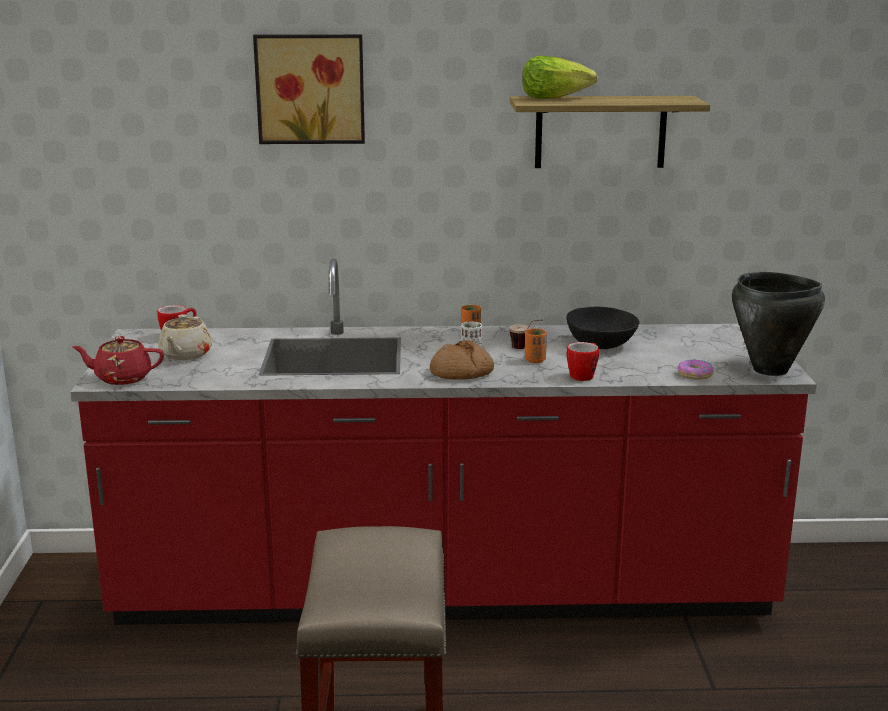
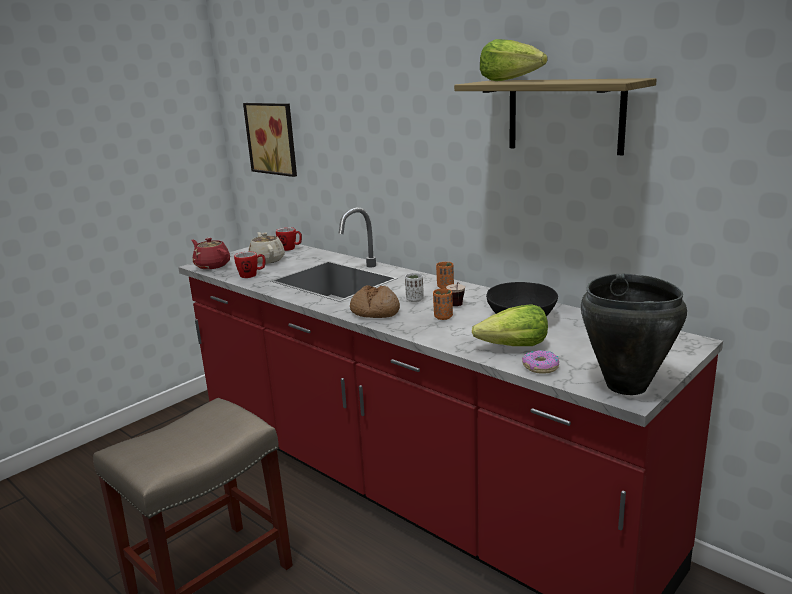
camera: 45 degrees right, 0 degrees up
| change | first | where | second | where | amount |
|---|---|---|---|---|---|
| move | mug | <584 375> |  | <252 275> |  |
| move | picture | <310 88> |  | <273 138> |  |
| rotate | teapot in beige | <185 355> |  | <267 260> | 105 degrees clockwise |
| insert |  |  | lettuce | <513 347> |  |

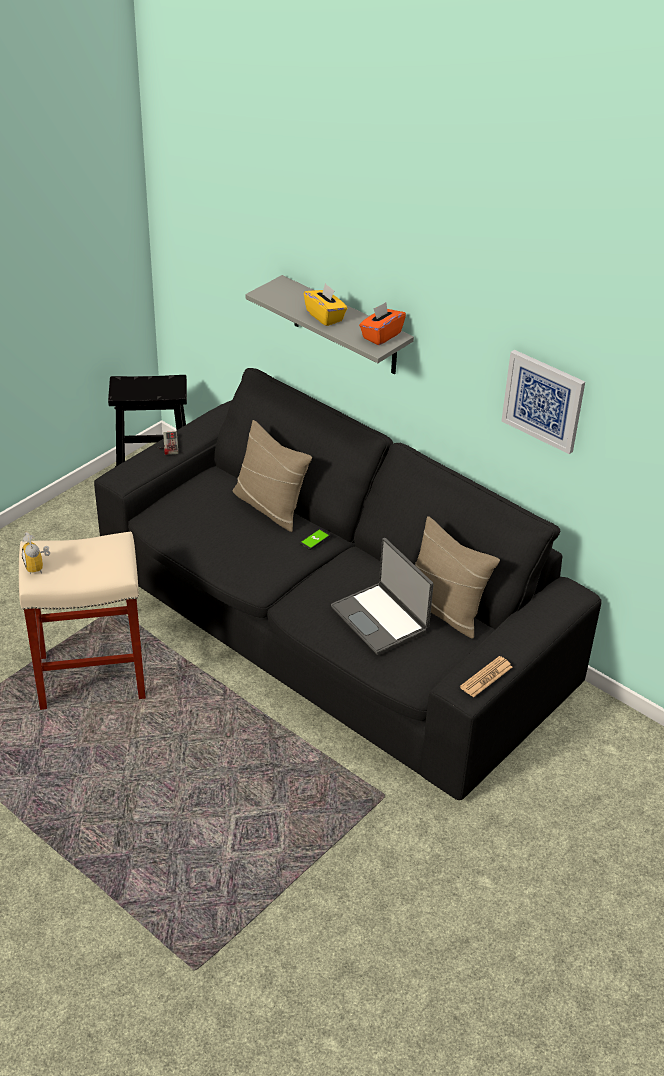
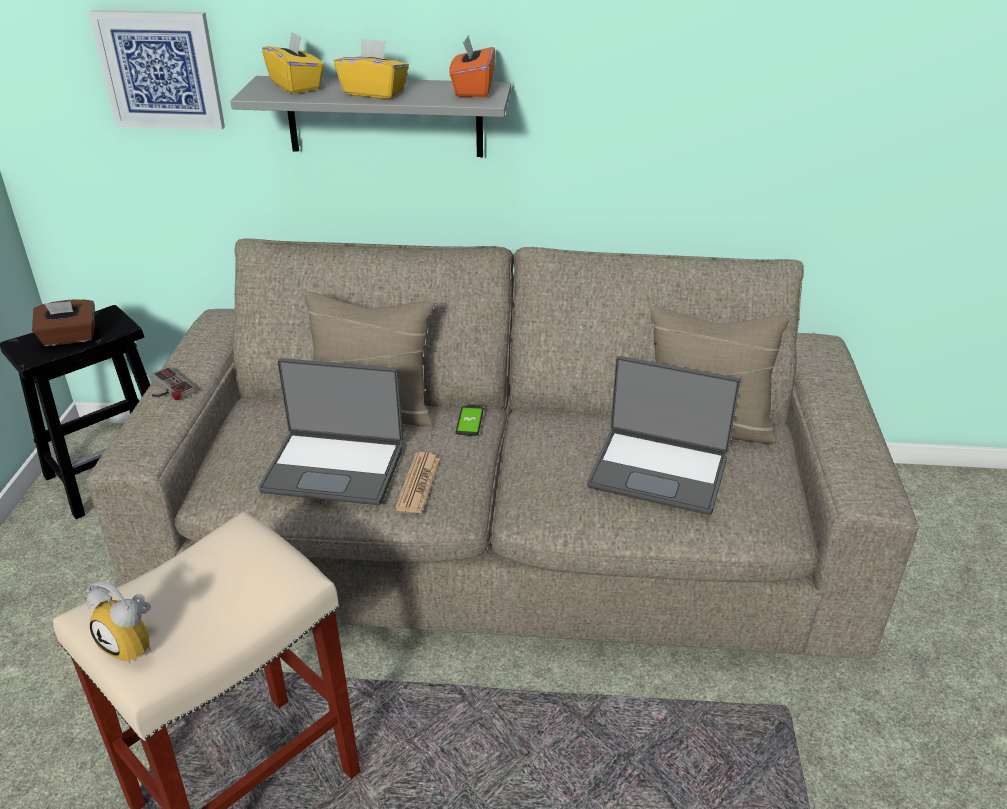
camera: 35 degrees left, 5 degrees down
| change | first | where | second | where | amount |
|---|---|---|---|---|---|
| insert |  |  | tissue box in brown | <70 338> |  |
| recolor | sofa in black | <329 626> | sofa in beige | <503 539> |  |
| move | picture | <543 400> |  | <160 70> |  |
| insert |  |  | laptop | <334 468> |  |
| insert |  |  | tissue box in yellow | <296 86> |  |
| move | newspaper | <486 677> |  | <418 484> |  |

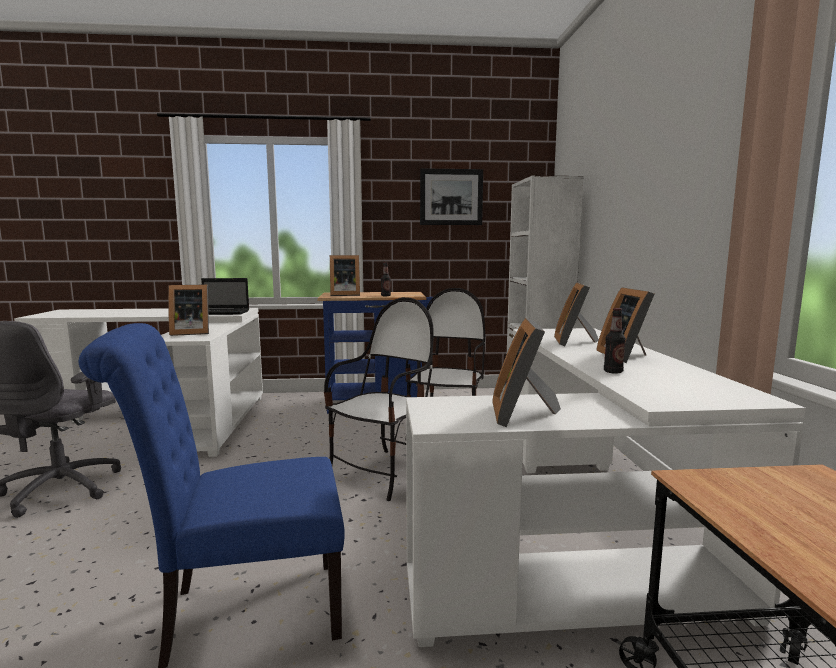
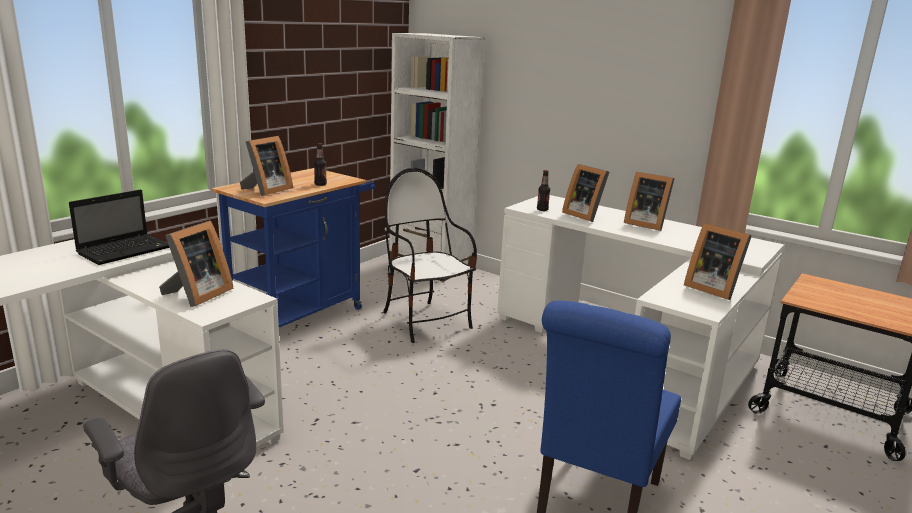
camera: 50 degrees left, 10 degrees up
| change | first | where | second | where | amount |
|---|---|---|---|---|---|
| move | bottle | <613 372> |  | <542 210> |  |
| delete | chair | <383 473> |  |  |  |
| delete | picture | <451 197> |  |  |  |

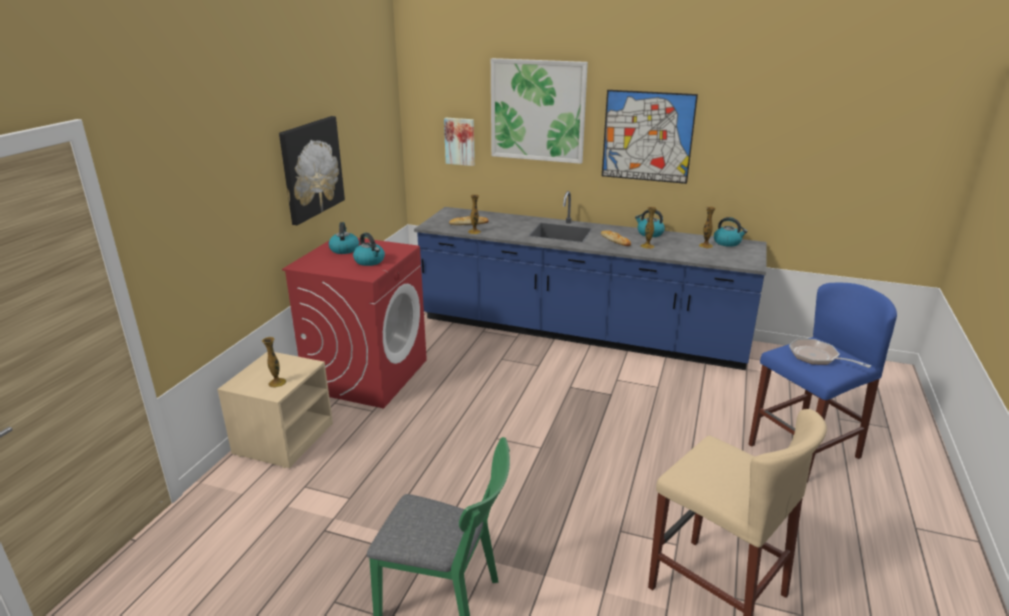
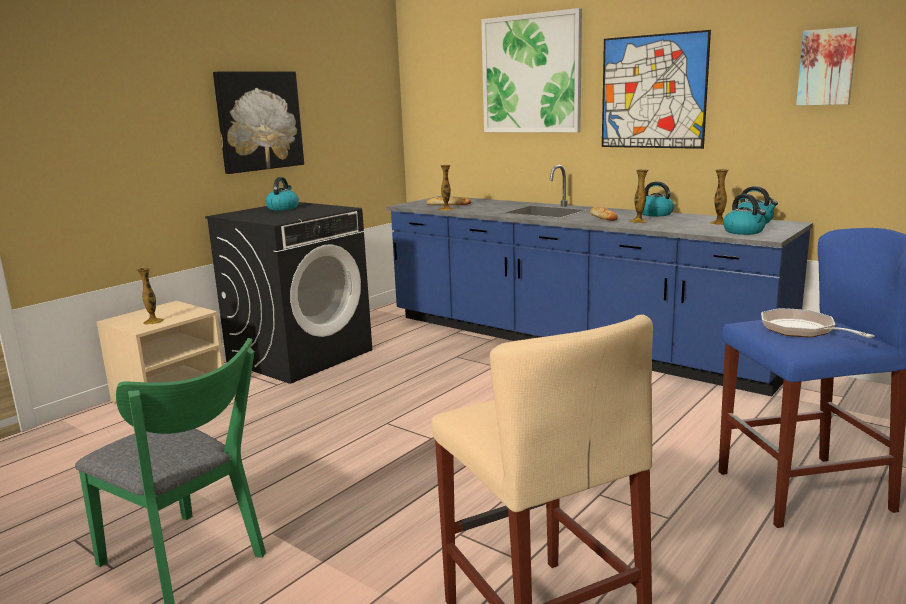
camera: 20 degrees right, 10 degrees down
| change | first | where | second | where | amount |
|---|---|---|---|---|---|
| recolor | washing machine in red | <367 375> | washing machine in black | <300 356> |  |
| move | kettle | <370 261> |  | <744 231> |  |
| move | picture | <460 141> |  | <827 67> |  |

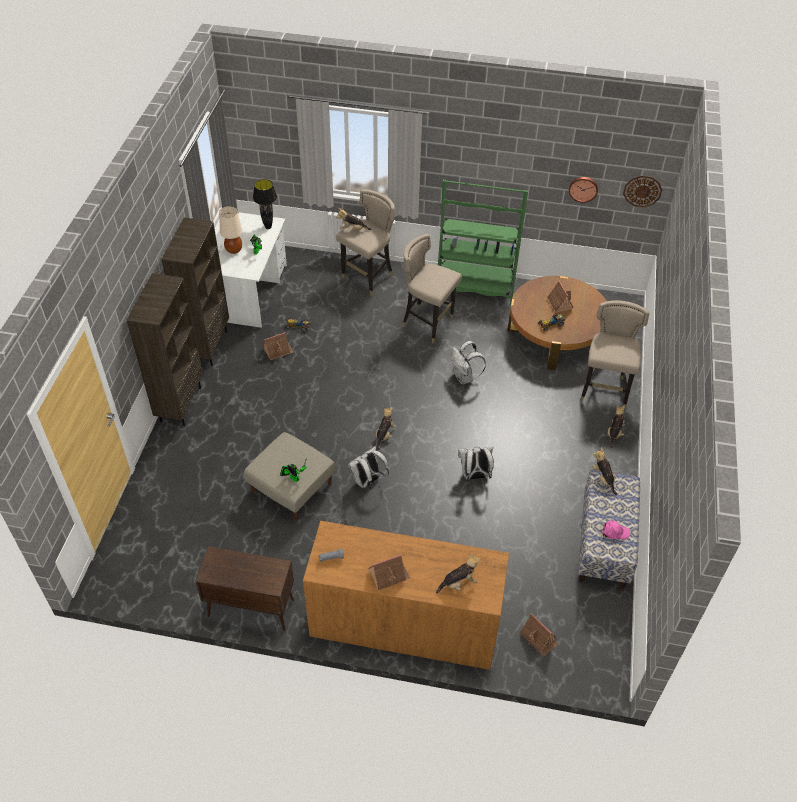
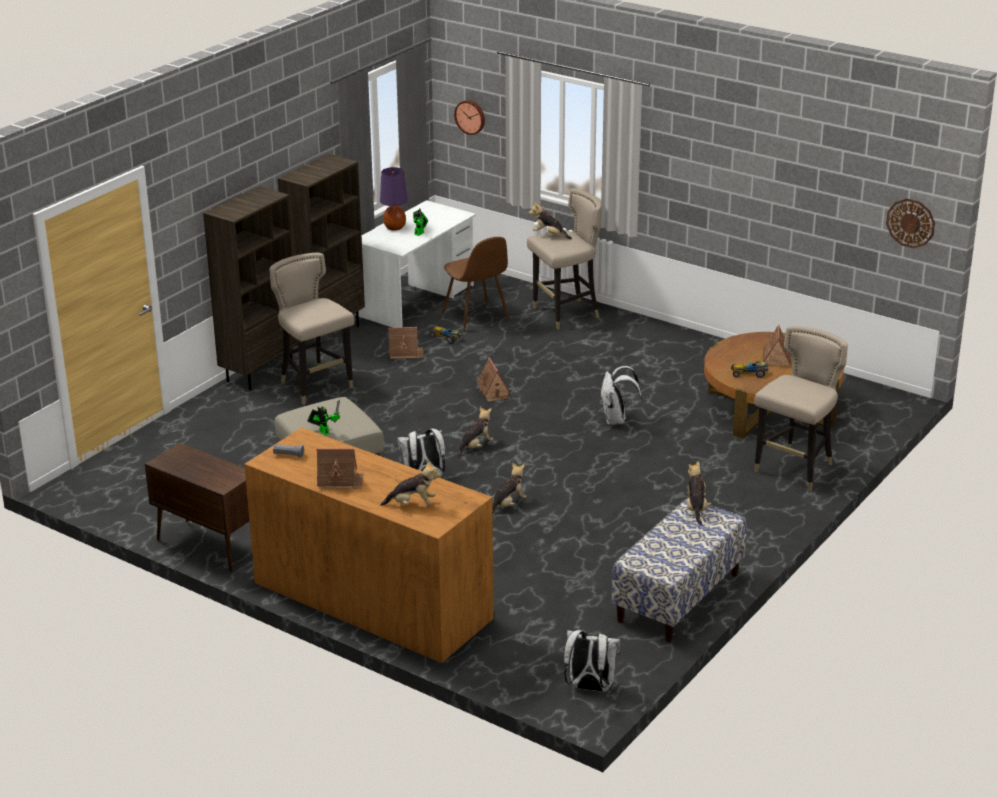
camera: 25 degrees right, 20 degrees down
| change | first | where | second | where | amount |
|---|---|---|---|---|---|
| move | stool in beige | <428 324> |  | <315 386> |  |
| recolor | table lamp in beige | <234 249> | table lamp in purple | <395 227> |  |
| insert |  |  | chair in brown | <476 318> |  |
| move | wall clock | <583 188> |  | <470 116> |  |
| move | toy house | <539 638> |  | <494 391> |  |
| move | plush toy | <614 433> |  | <508 505> |  |
| move | backpack in white | <474 476> |  | <589 687> |  |
| delete | table lamp in black | <268 227> |  |  |  |
| delete | bookcase in green | <475 287> |  |  |  |
| delete | cap in pink | <614 532> |  |  |  |

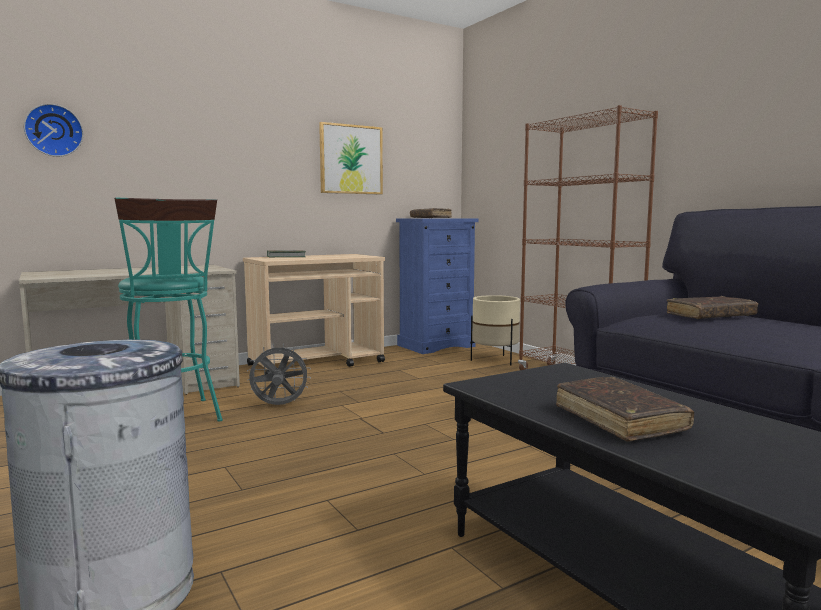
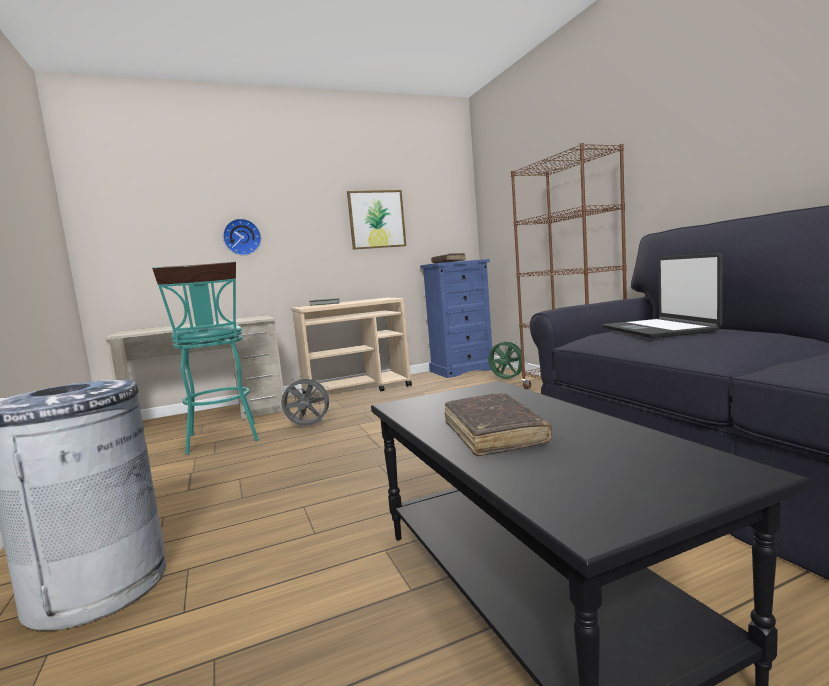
camera: 10 degrees right, 0 degrees up
| change | first | where | second | where | amount |
|---|---|---|---|---|---|
| move | wall clock | <54 130> |  | <242 237> |  |
| replace | planter in beige | <495 360> | fan in green | <506 380> |  |
| replace | book in brown | <710 316> | laptop | <658 330> |  |

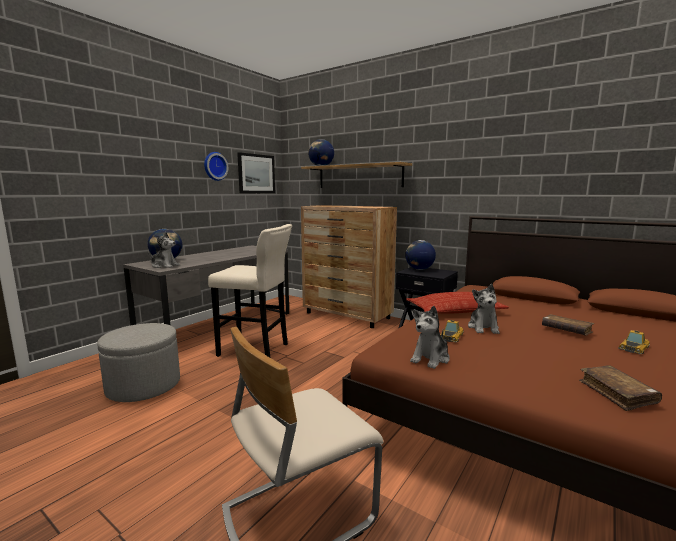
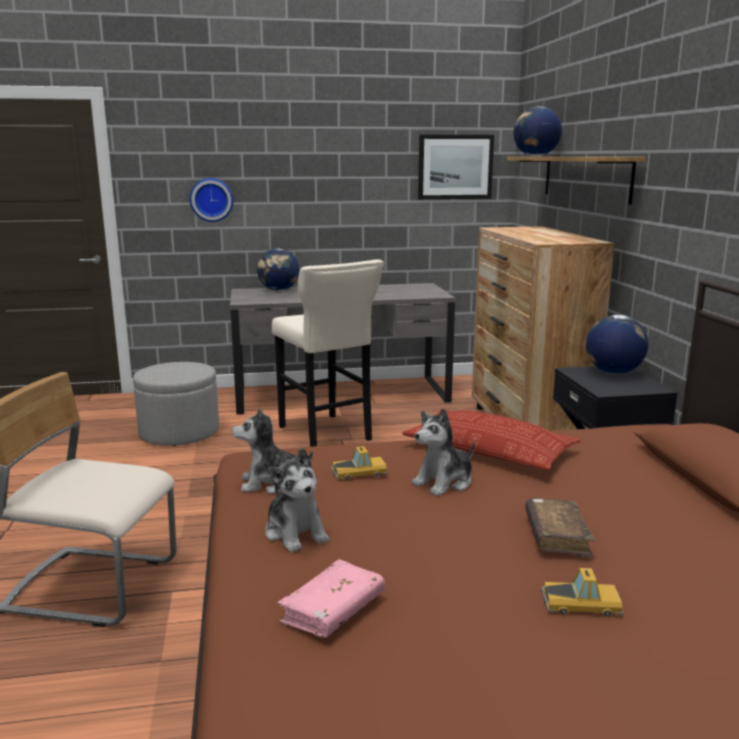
camera: 45 degrees right, 5 degrees up
| change | first | where | second | where | amount |
|---|---|---|---|---|---|
| move | wall clock | <214 166> |  | <211 199> |  |
| move | plush toy | <164 266> |  | <296 532> |  |
| recolor | book in brown | <617 393> | book in pink | <333 610> |  |

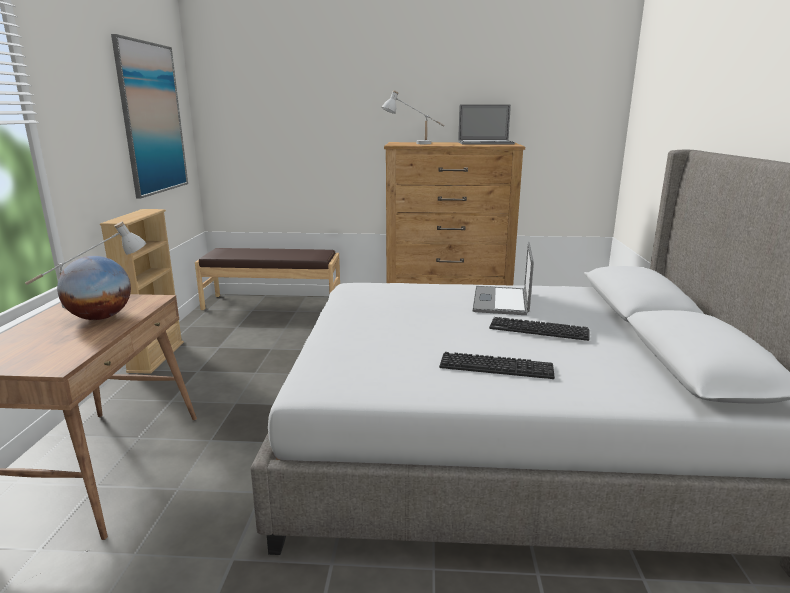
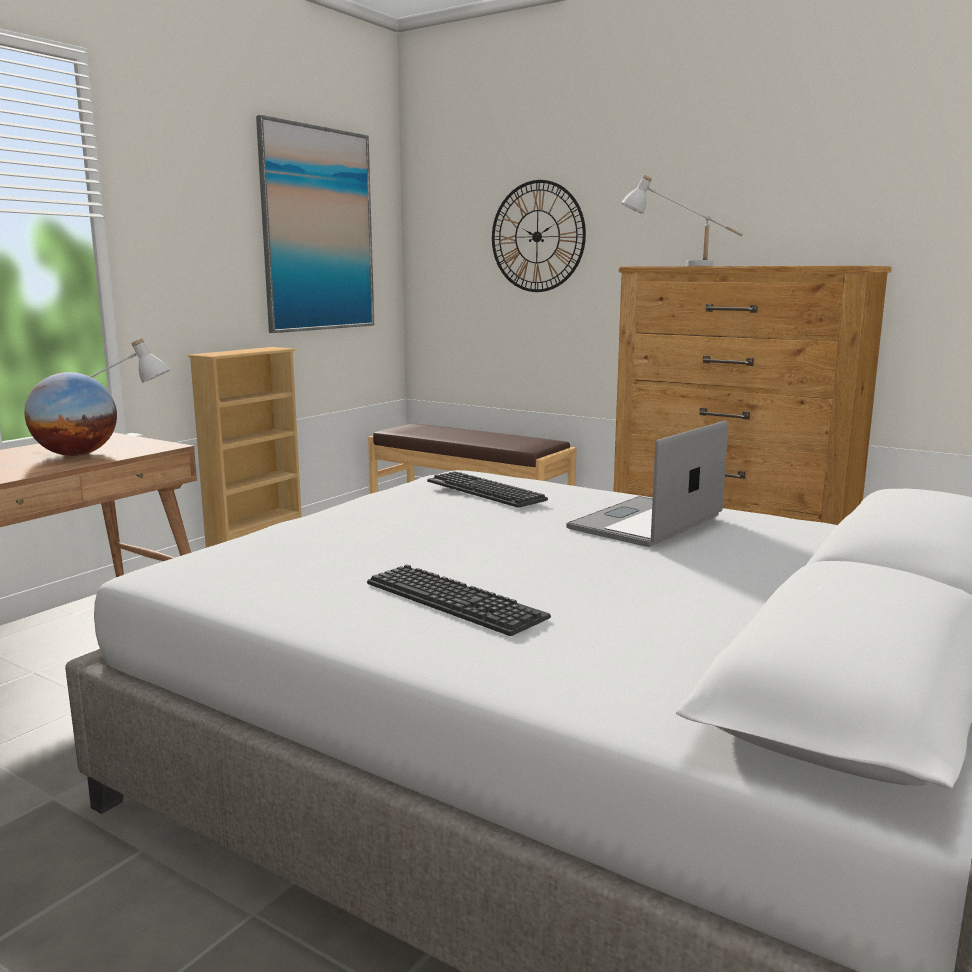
camera: 30 degrees right, 5 degrees down
| change | first | where | second | where | amount |
|---|---|---|---|---|---|
| move | keyboard | <538 330> |  | <485 491> |  |
| insert |  |  | wall clock | <537 236> |  |
| delete | laptop | <485 143> |  |  |  |

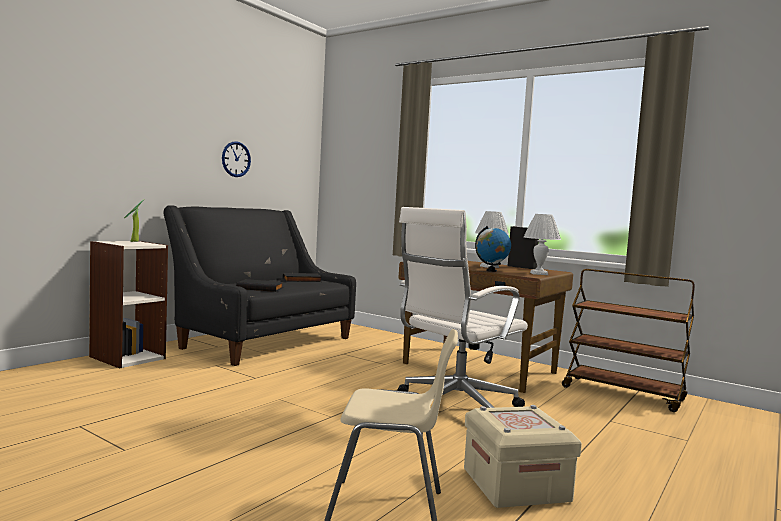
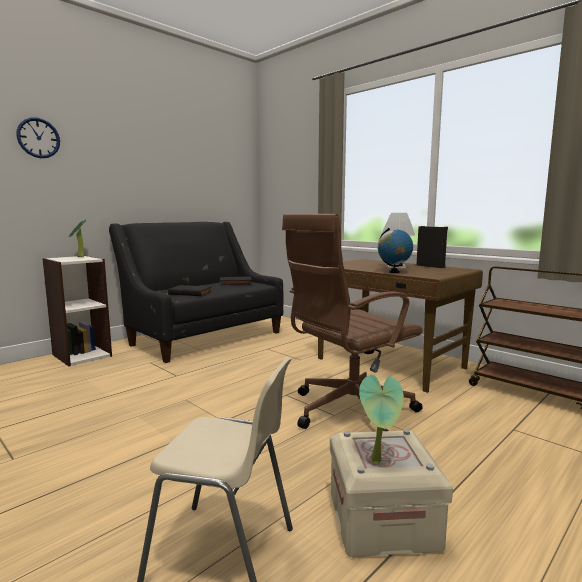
camera: 10 degrees right, 5 degrees up
| change | first | where | second | where | amount |
|---|---|---|---|---|---|
| move | wall clock | <236 159> |  | <38 138> |  |
| recolor | office chair in white | <454 408> | office chair in brown | <348 411> |  |
| insert |  |  | potted plant | <379 461> |  |
| delete | table lamp in white | <538 274> |  |  |  |

